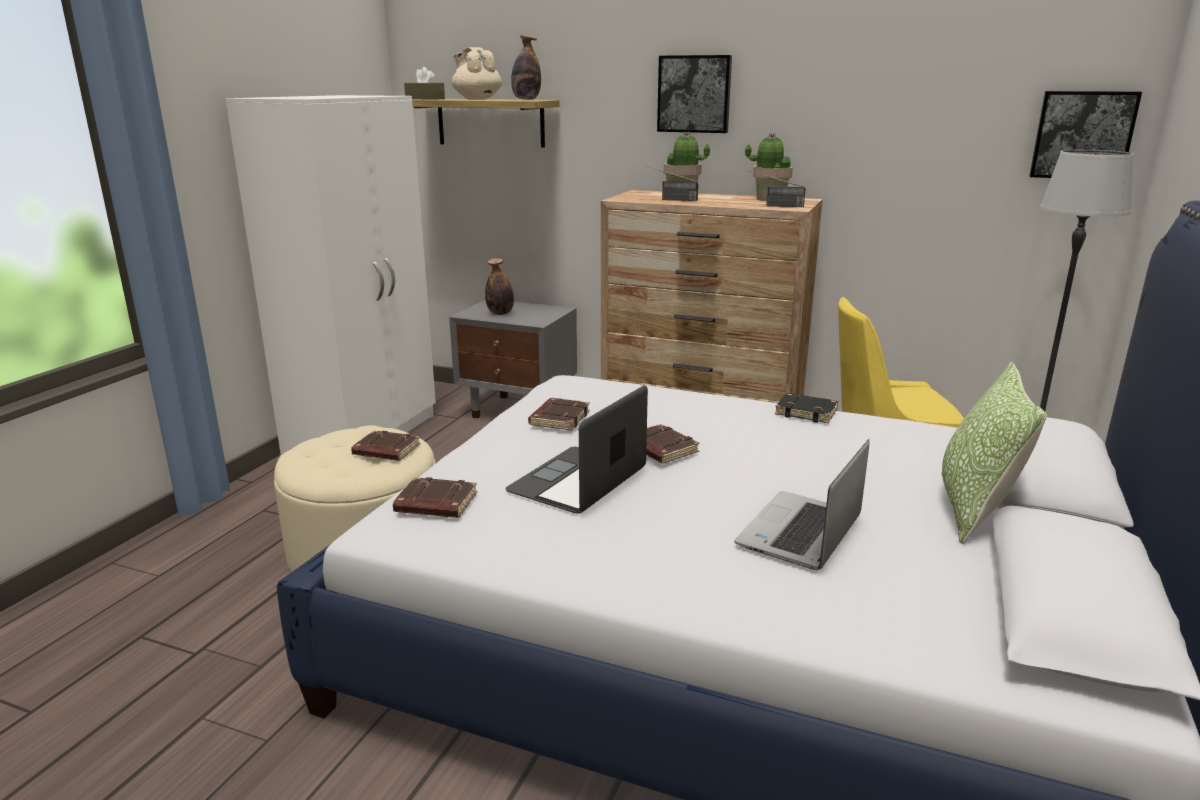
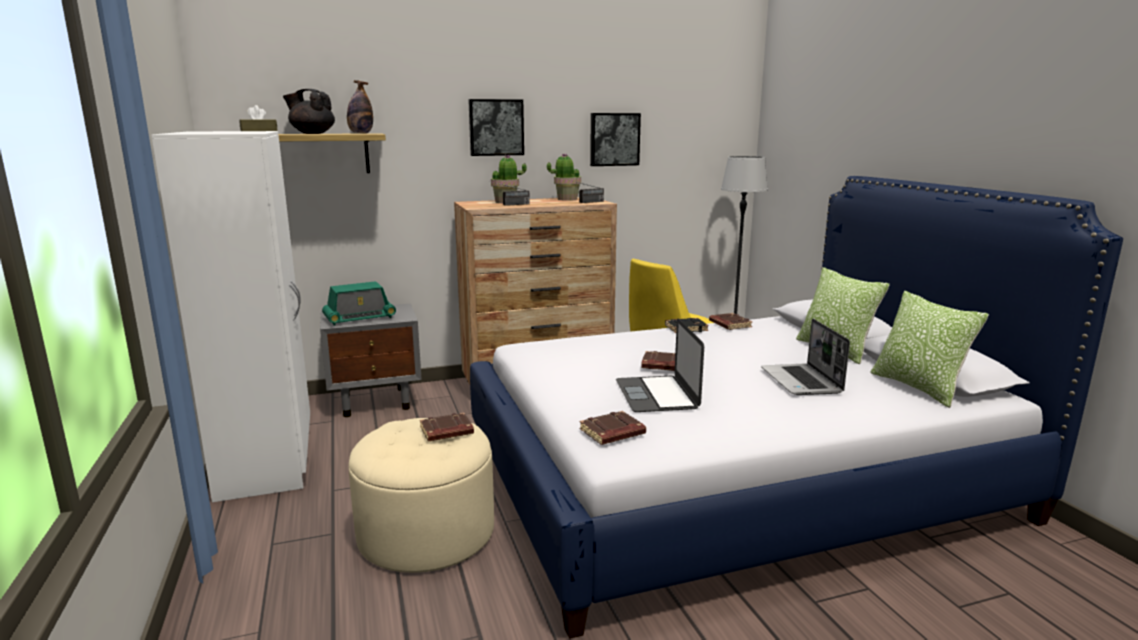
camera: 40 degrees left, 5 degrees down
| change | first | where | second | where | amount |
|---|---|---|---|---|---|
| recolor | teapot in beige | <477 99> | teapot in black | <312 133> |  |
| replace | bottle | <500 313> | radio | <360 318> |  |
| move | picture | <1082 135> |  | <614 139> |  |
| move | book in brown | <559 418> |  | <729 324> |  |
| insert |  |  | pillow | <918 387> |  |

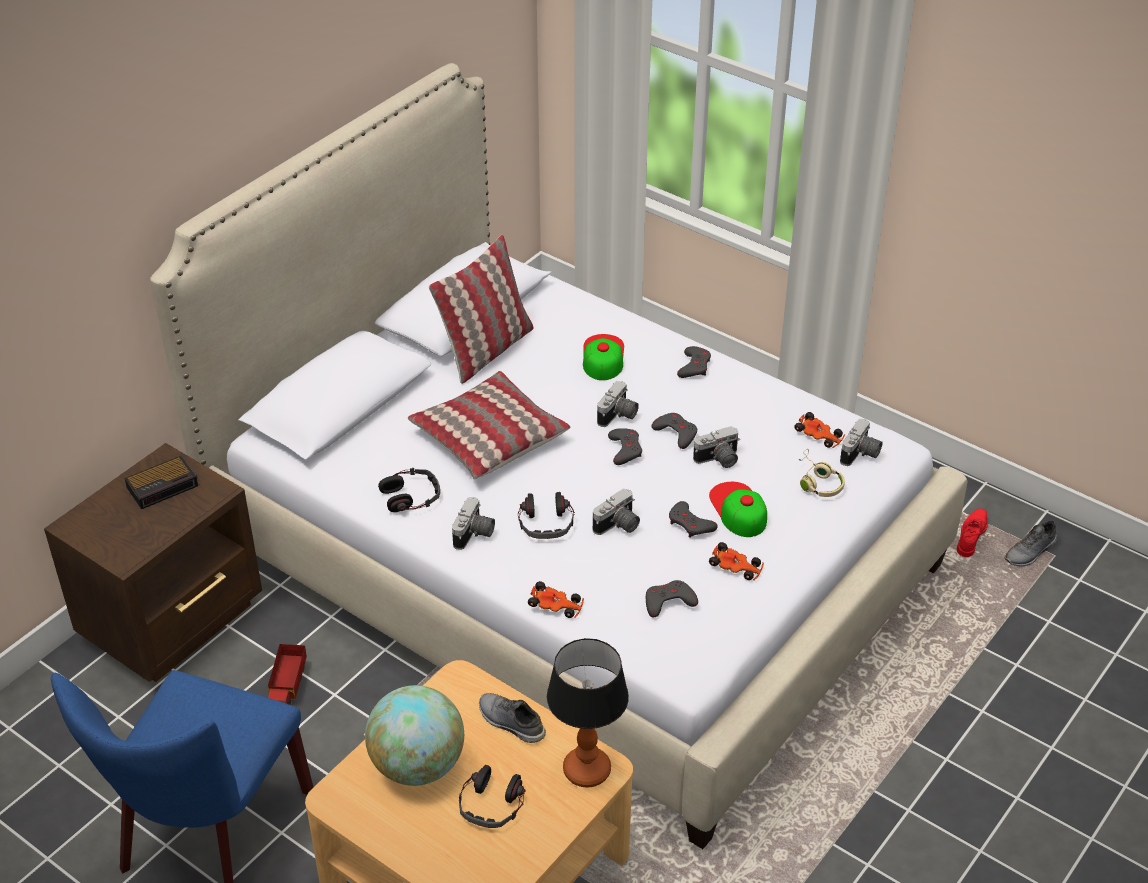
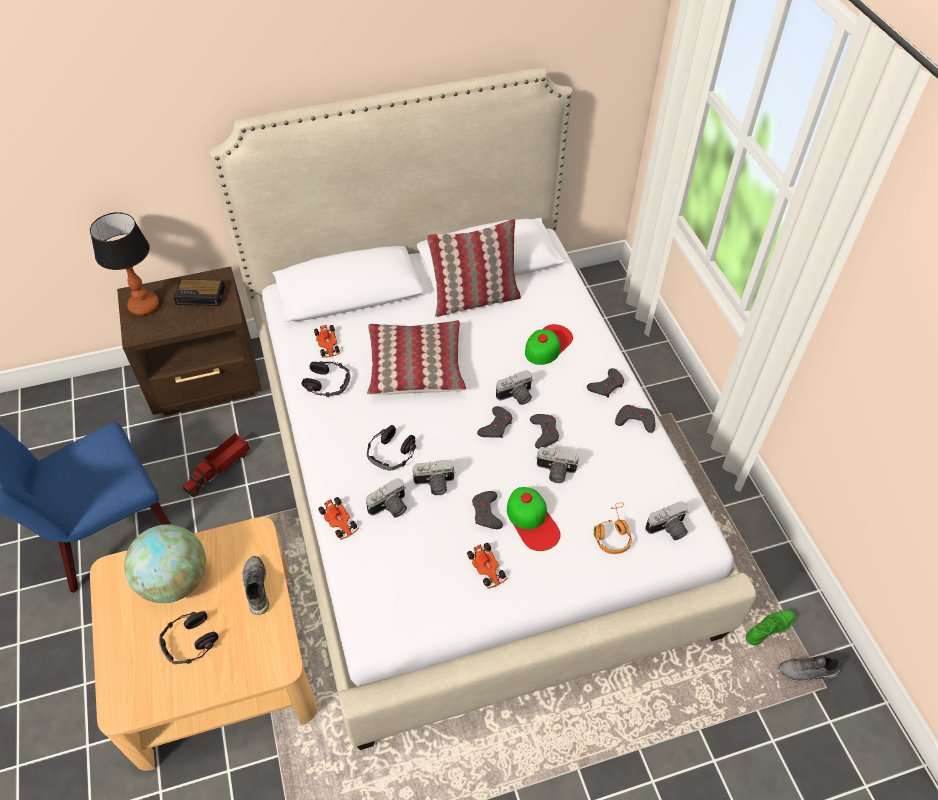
camera: 35 degrees right, 10 degrees up
| change | first | where | second | where | amount |
|---|---|---|---|---|---|
| move | table lamp | <587 769> |  | <145 306> |  |
| move | toy car | <819 435> |  | <327 345> |  |
| move | photo camera | <475 535> |  | <390 508> |  |
| rotate | cap | <738 509> |  | <532 521> | 135 degrees clockwise |
| recolor | headphones in beige | <817 482> | headphones in orange | <612 533> |  |
| move | game controller in grey | <668 602> |  | <635 421> |  |
| recolor | shoe in red | <971 536> | shoe in green | <769 628> |  |

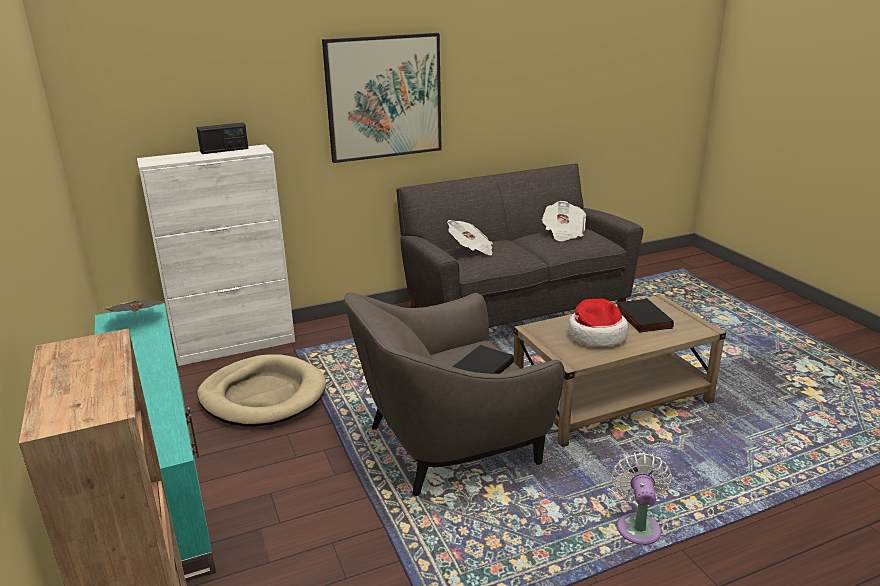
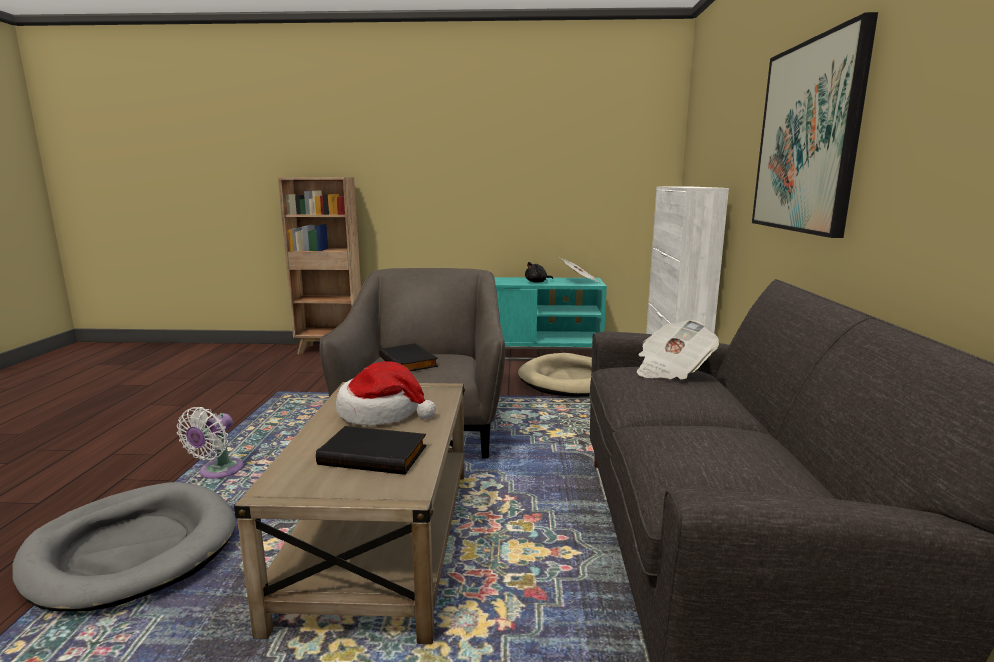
camera: 115 degrees right, 10 degrees down
| change | first | where | second | where | amount |
|---|---|---|---|---|---|
| insert |  |  | dog bed in grey | <132 550> |  |
| rotate | fan in white | <638 526> |  | <218 472> | 75 degrees clockwise |
| insert |  |  | plush toy in black | <537 282> |  |
| delete | radio | <224 150> |  |  |  |
| delete | newspaper | <563 233> |  |  |  |

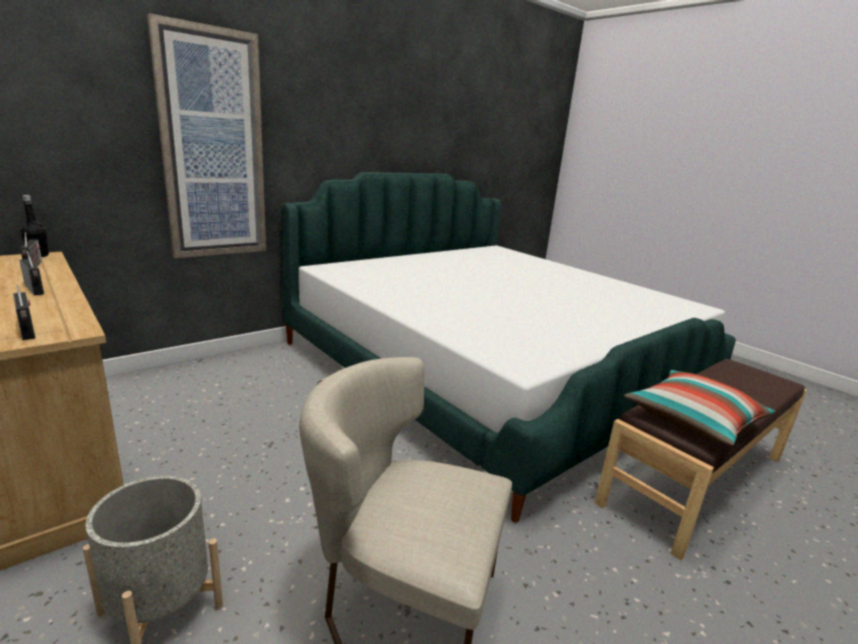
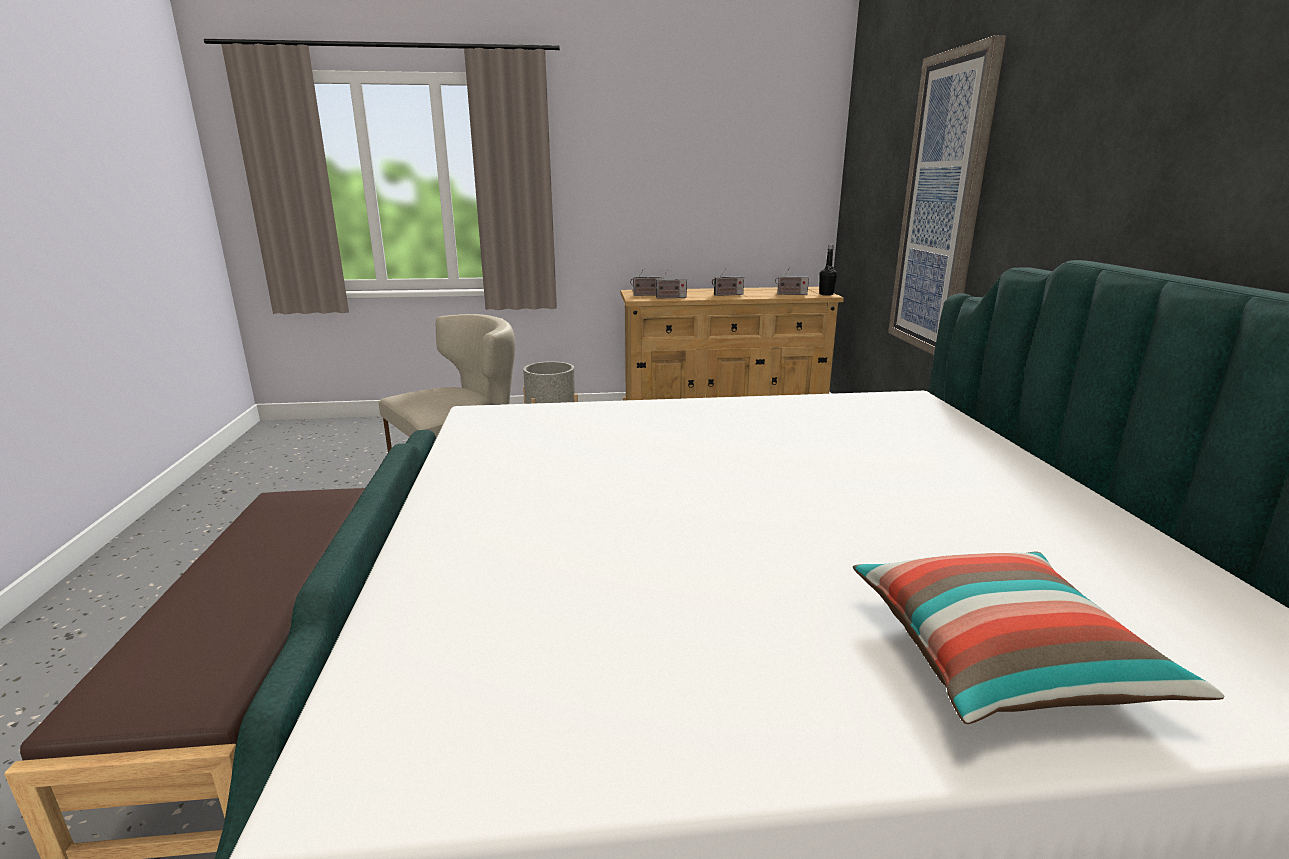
camera: 125 degrees right, 0 degrees up
| change | first | where | second | where | amount |
|---|---|---|---|---|---|
| insert |  |  | radio | <669 297> |  |
| move | pillow | <693 420> |  | <1001 660> |  |

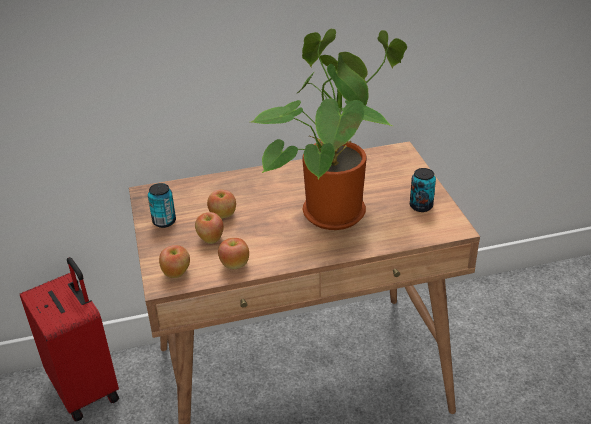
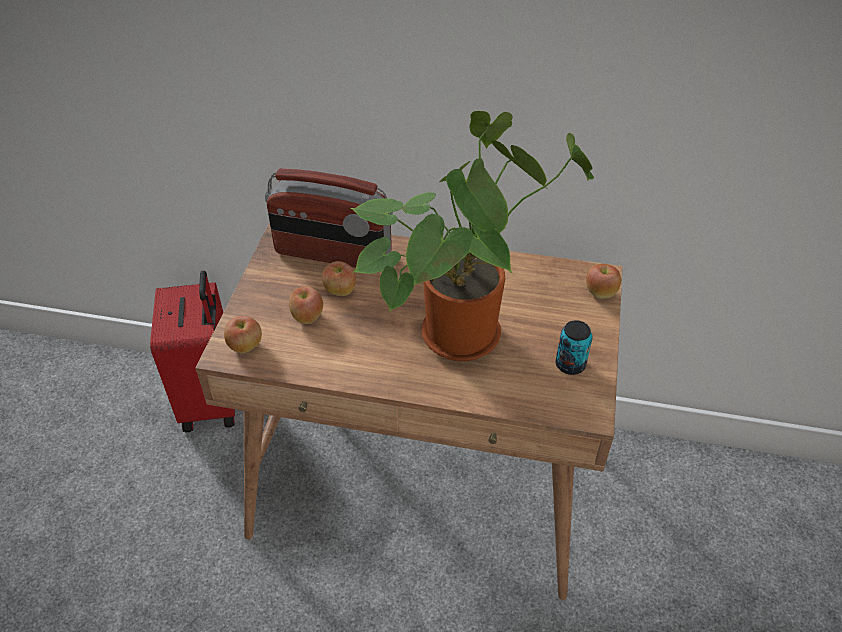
camera: 25 degrees right, 10 degrees up
| change | first | where | second | where | amount |
|---|---|---|---|---|---|
| insert |  |  | radio | <333 254> |  |
| move | apple | <234 265> |  | <600 293> |  |
| delete | can | <164 221> |  |  |  |

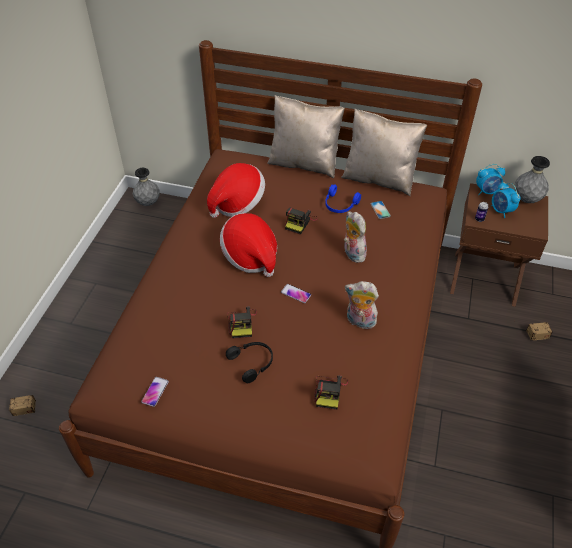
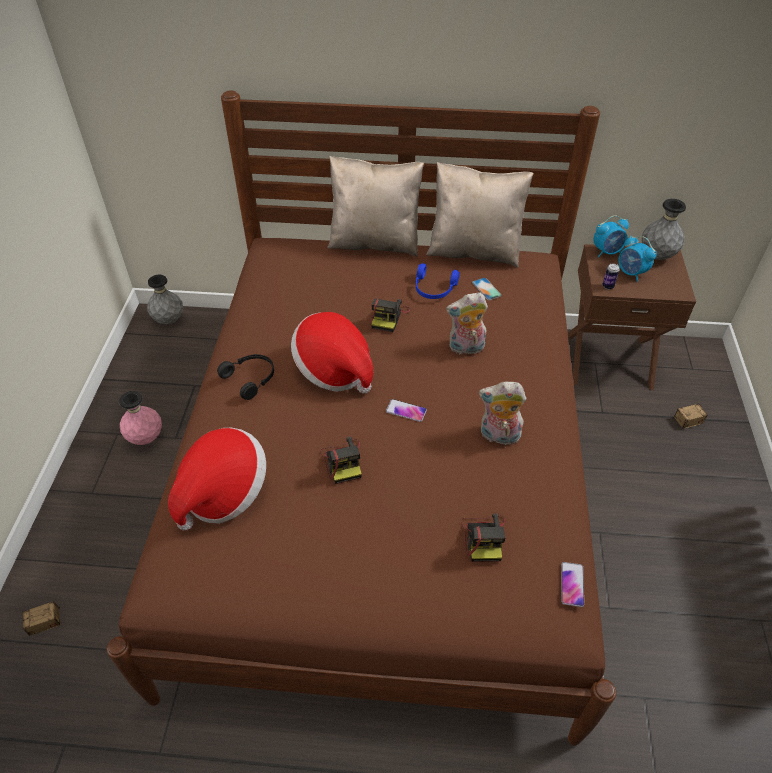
camera: 10 degrees left, 0 degrees up
| change | first | where | second | where | amount |
|---|---|---|---|---|---|
| insert |  |  | vase in pink | <146 438> |  |
| move | hat | <237 203> |  | <223 492> |  |
| move | headphones in black | <252 363> |  | <251 378> |  |
| rotate | plush toy | <352 253> |  | <465 348> | 60 degrees counterclockwise |
| move | phone | <155 392> |  | <572 584> |  |

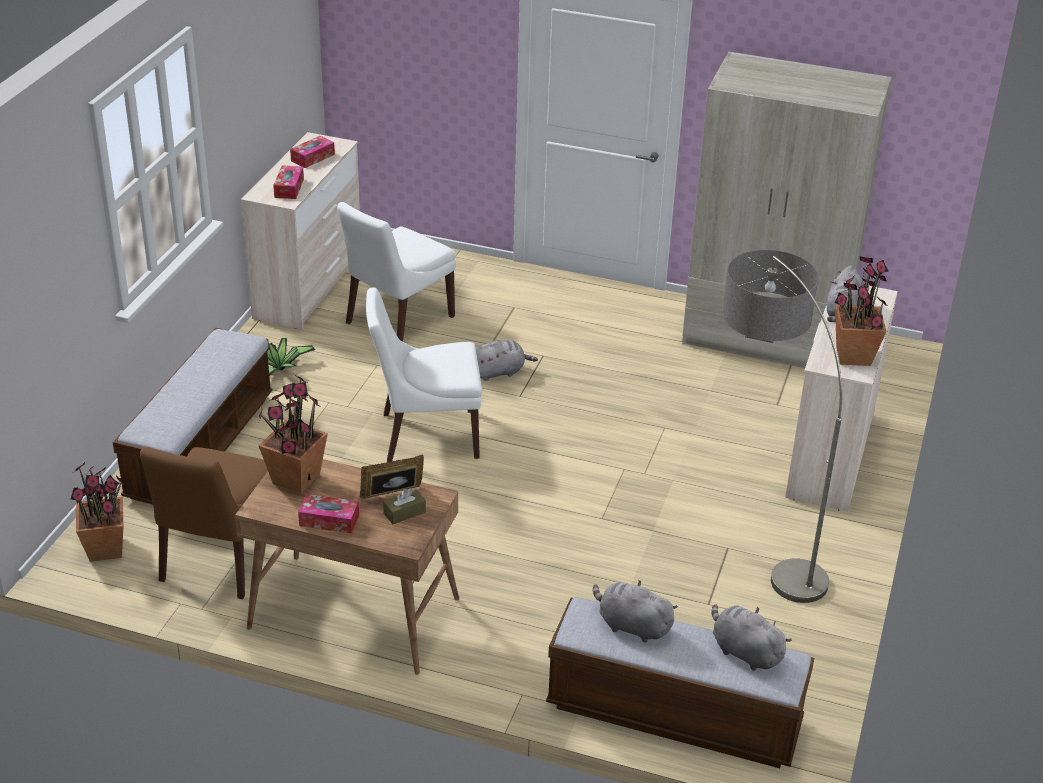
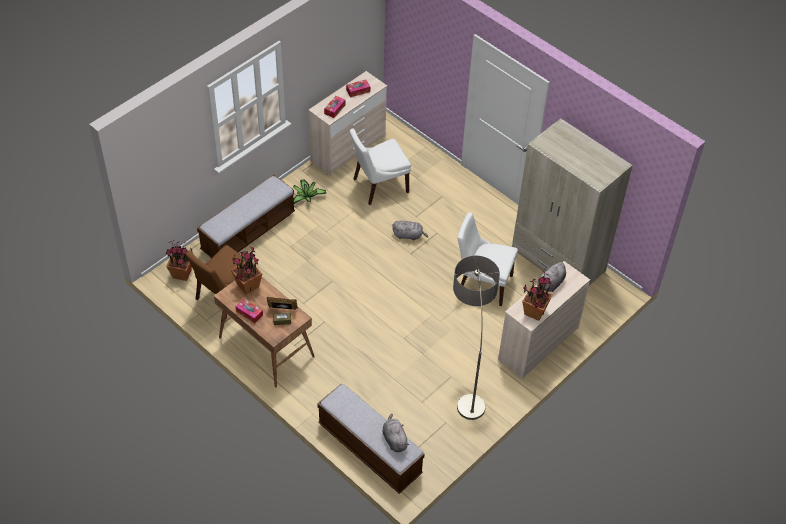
camera: 25 degrees right, 15 degrees up
| change | first | where | second | where | amount |
|---|---|---|---|---|---|
| move | chair in white | <425 436> |  | <482 283> |  |
| delete | plush toy in grey | <631 626> |  |  |  |

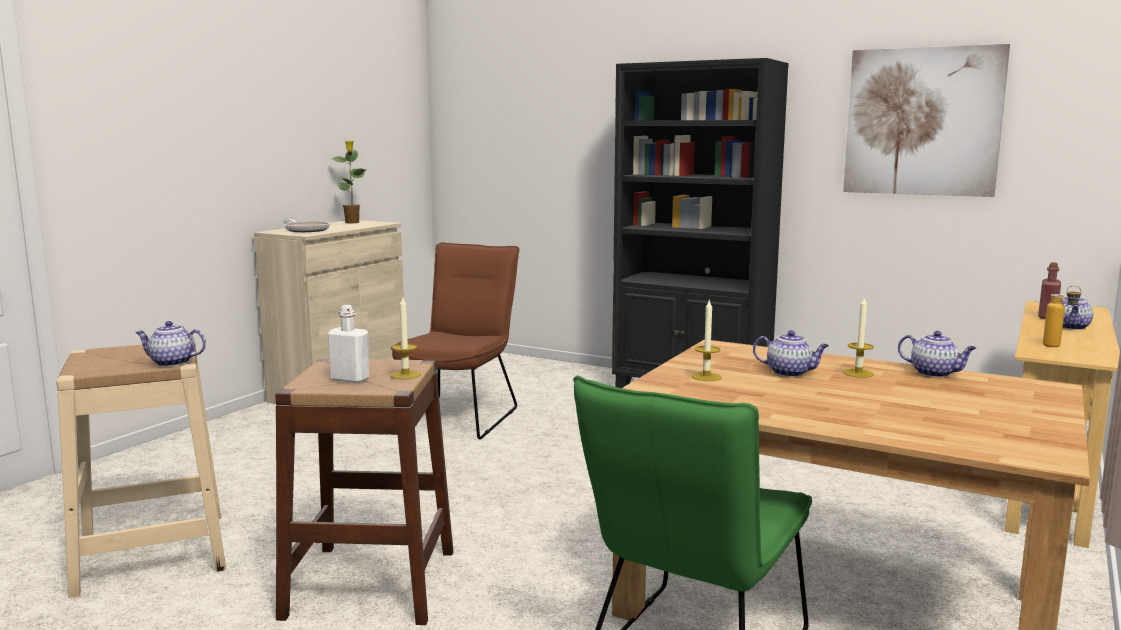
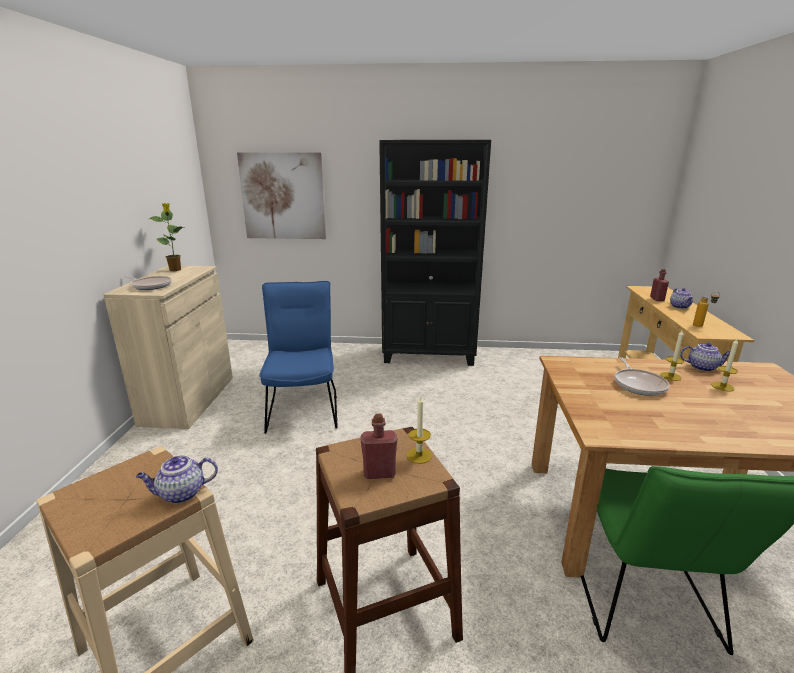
camera: 25 degrees left, 10 degrees up
| change | first | where | second | where | amount |
|---|---|---|---|---|---|
| move | picture | <922 122> |  | <283 196> |  |
| recolor | chair in brown | <461 416> | chair in blue | <303 408> |  |
| recolor | bottle in white | <350 379> | bottle in red | <379 473> |  |
| replace | teapot | <790 373> | frying pan | <638 384> |  |
| move | candle | <706 377> |  | <722 386> |  |

